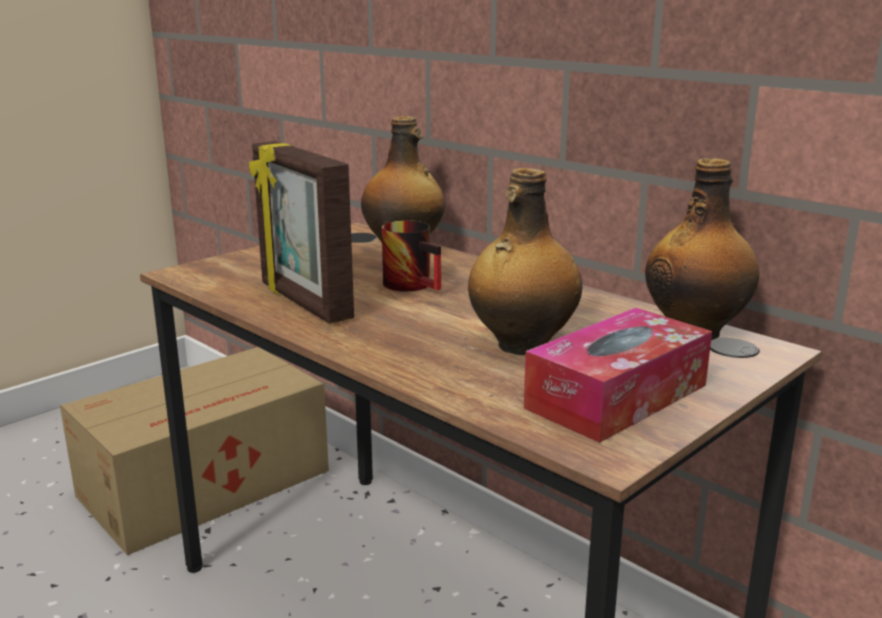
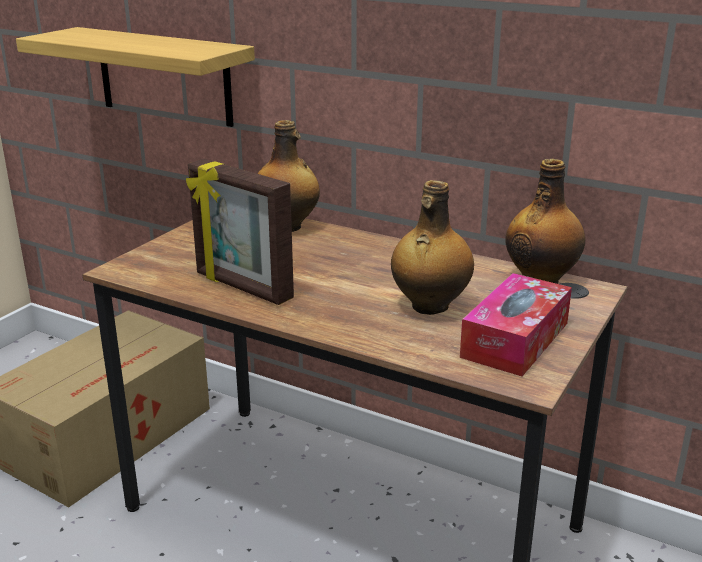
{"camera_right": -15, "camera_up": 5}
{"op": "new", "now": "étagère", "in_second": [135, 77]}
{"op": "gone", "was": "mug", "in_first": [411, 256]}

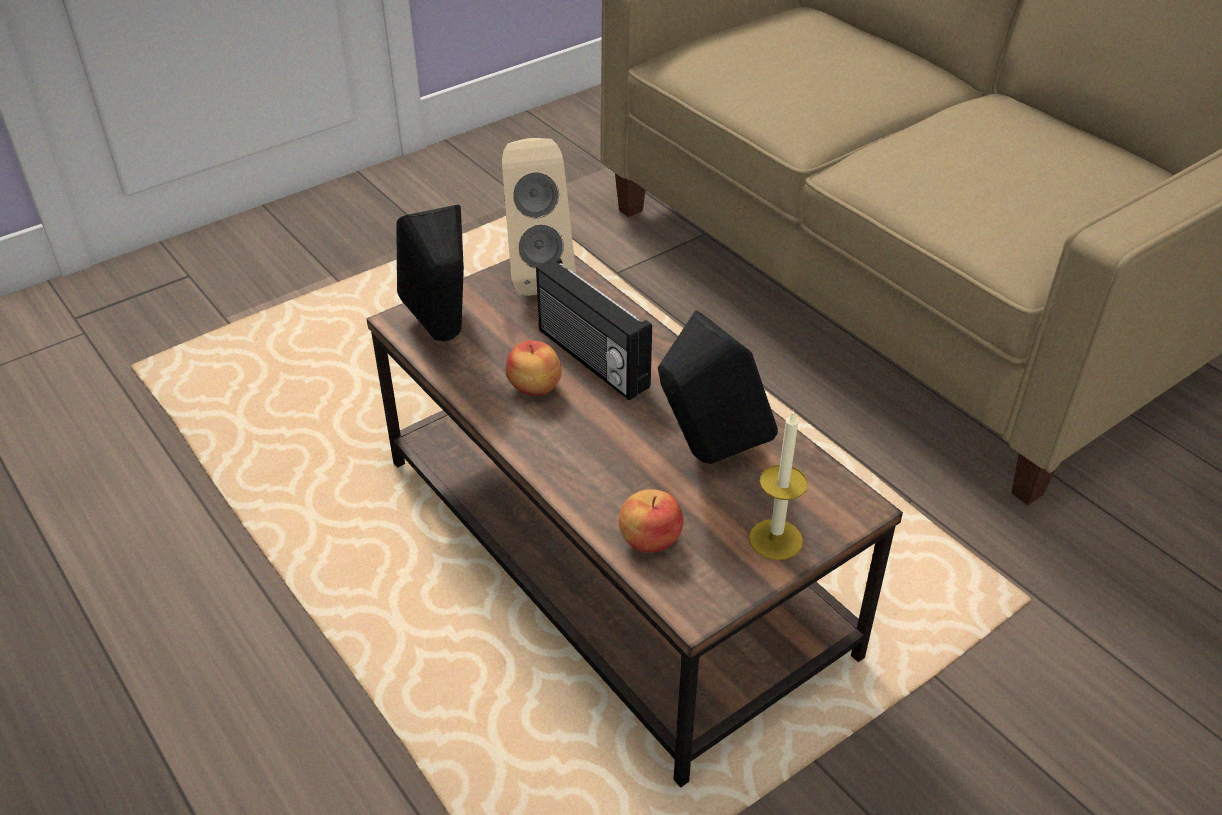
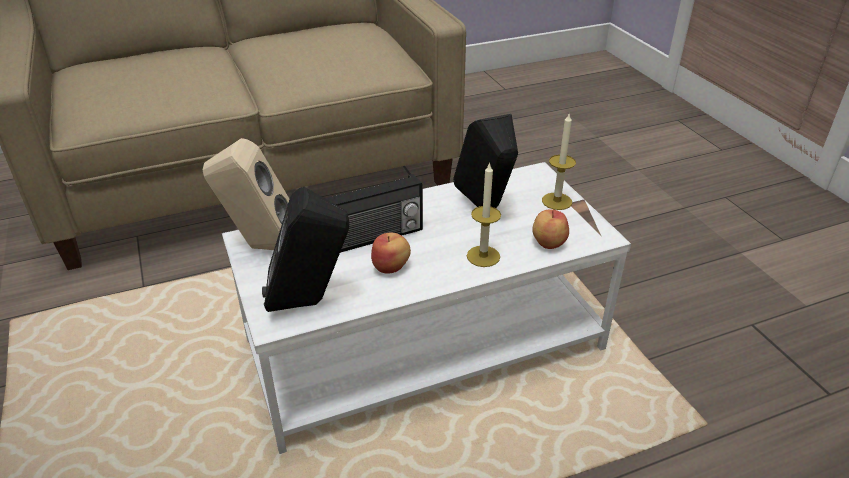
{"camera_right": -75, "camera_up": -5}
{"op": "repainted", "was": "table basse/marron", "now": "table basse/blanc", "in_first": [634, 520], "in_second": [426, 308]}
{"op": "new", "now": "bougie", "in_second": [484, 214]}

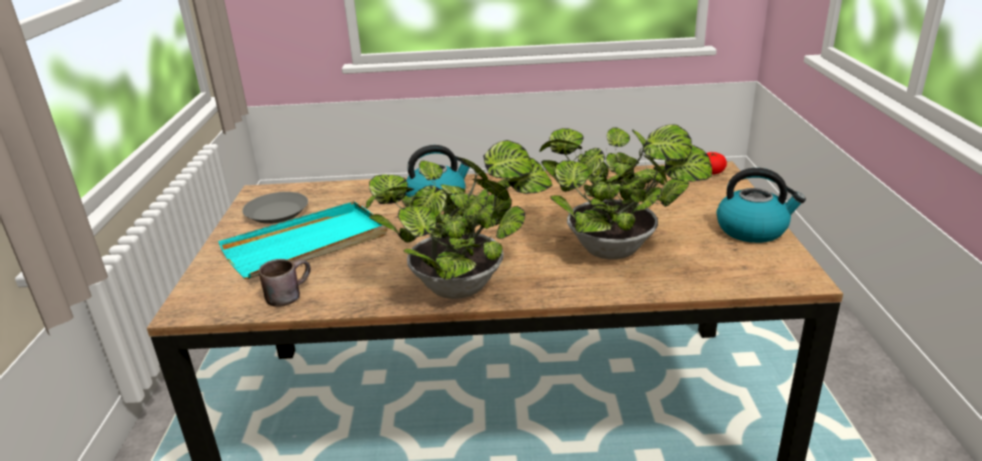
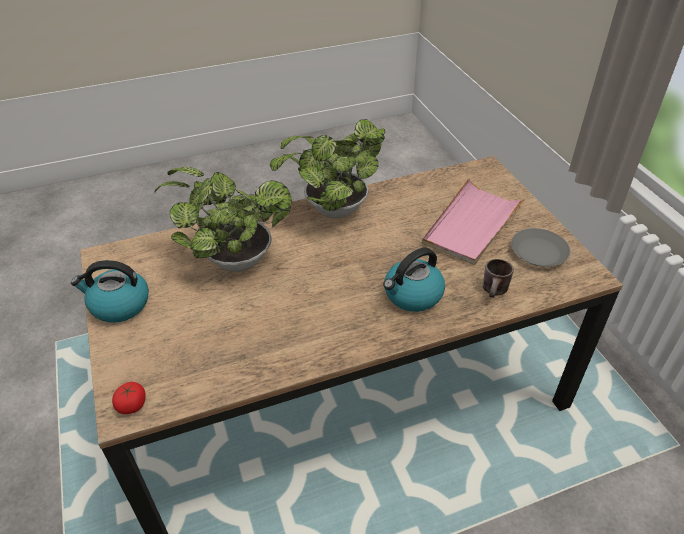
{"camera_right": 160, "camera_up": 15}
{"op": "repainted", "was": "plateau/turquoise", "now": "plateau/rose", "in_first": [303, 240], "in_second": [474, 221]}
{"op": "shifted", "was": "mug/marron", "in_first": [285, 283], "in_second": [498, 278]}

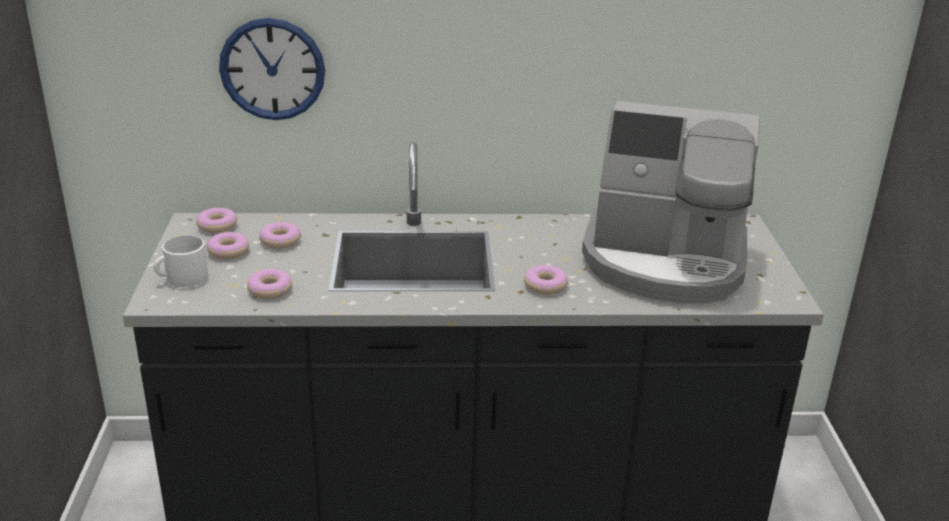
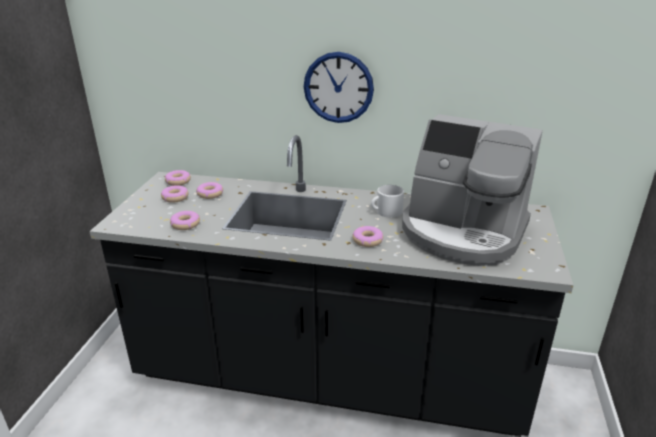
{"camera_right": 15, "camera_up": 0}
{"op": "shifted", "was": "horloge murale", "in_first": [272, 69], "in_second": [339, 87]}
{"op": "shifted", "was": "mug/blanc", "in_first": [181, 261], "in_second": [387, 201]}

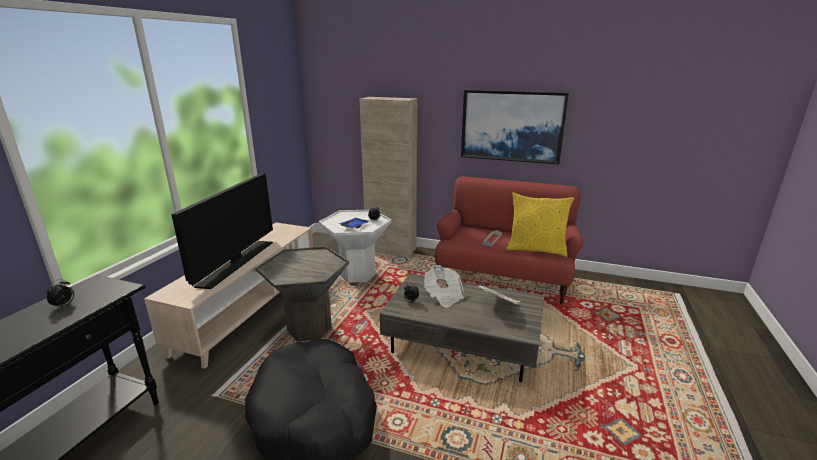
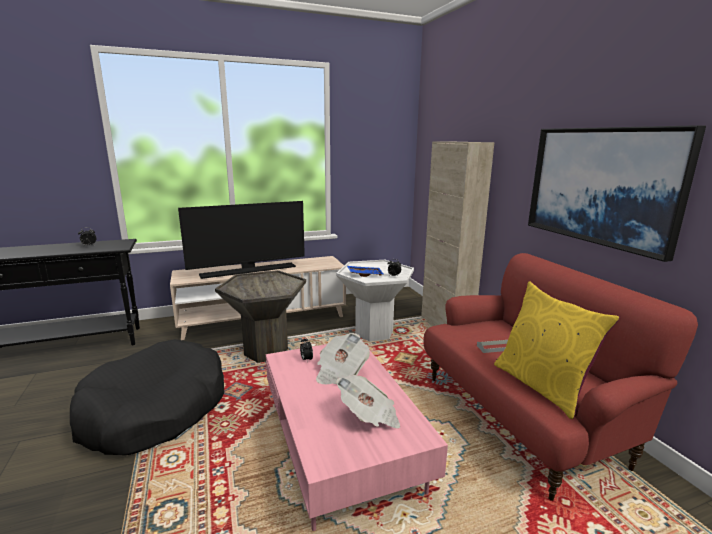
{"camera_right": 50, "camera_up": -5}
{"op": "repainted", "was": "table basse/gris", "now": "table basse/rose", "in_first": [462, 327], "in_second": [357, 436]}

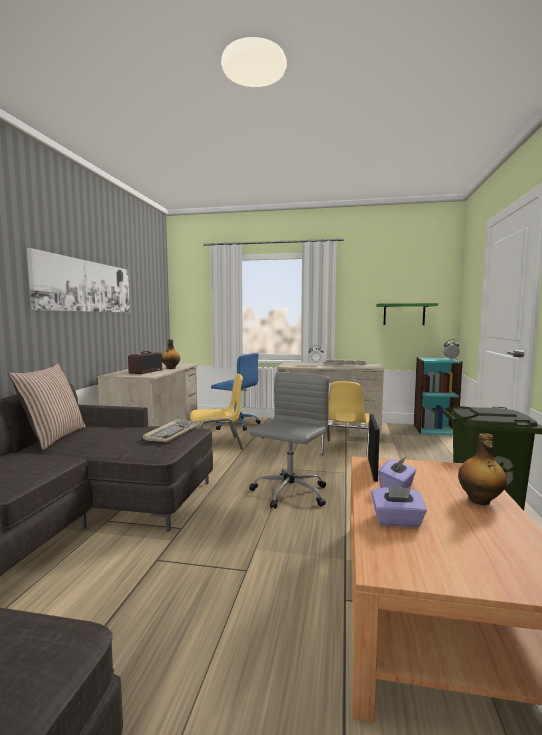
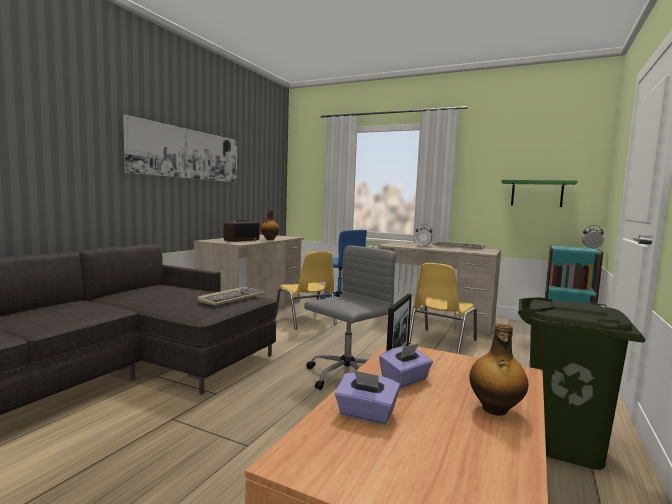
{"camera_right": 15, "camera_up": 0}
{"op": "rotated", "was": "chaise/jaune", "in_first": [216, 411], "in_second": [306, 290], "clockwise": 60}
{"op": "gone", "was": "coussin", "in_first": [47, 406]}

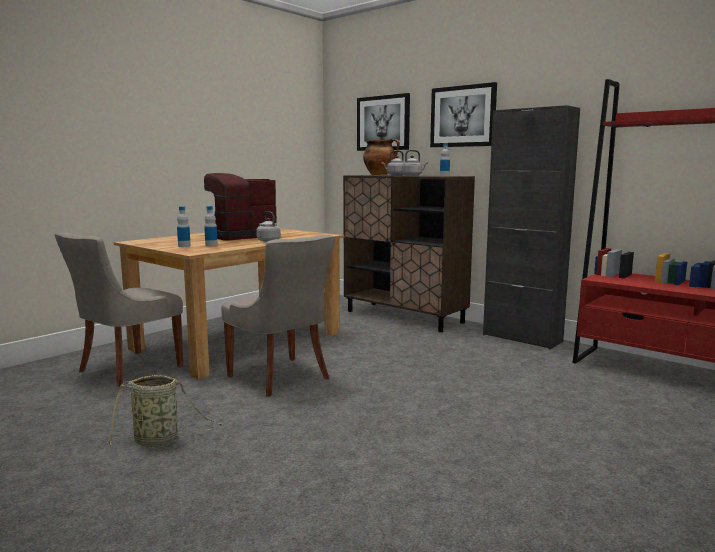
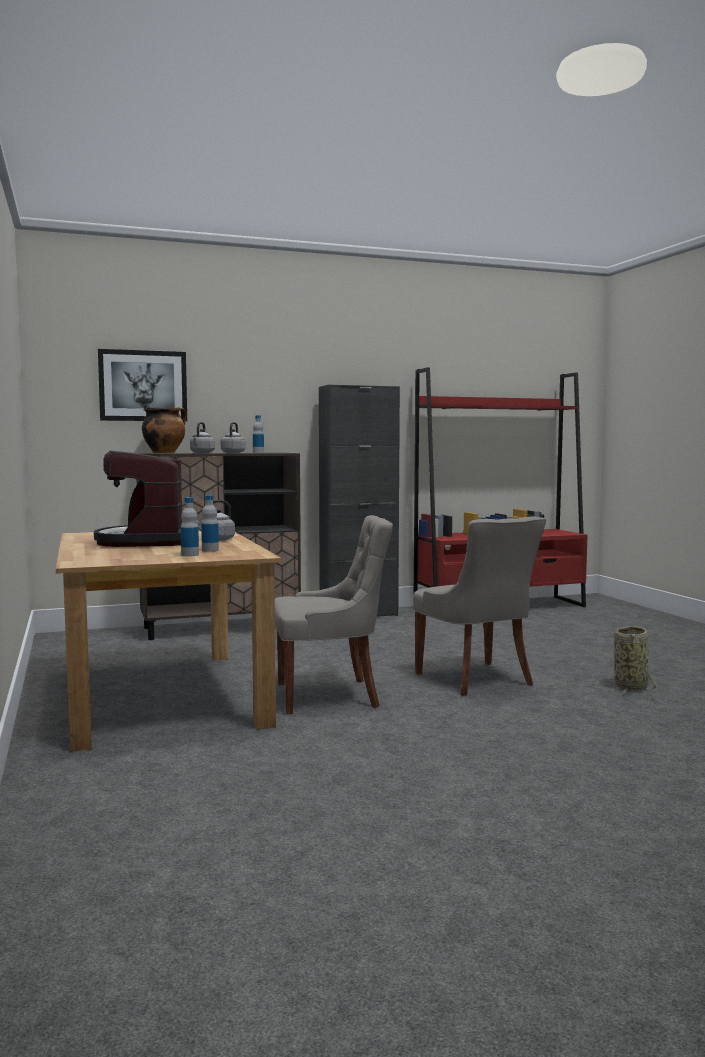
{"camera_right": -60, "camera_up": -5}
{"op": "shifted", "was": "chaise/gris", "in_first": [119, 309], "in_second": [479, 606]}
{"op": "shifted", "was": "panier", "in_first": [165, 411], "in_second": [637, 660]}
{"op": "gone", "was": "tableau", "in_first": [463, 114]}

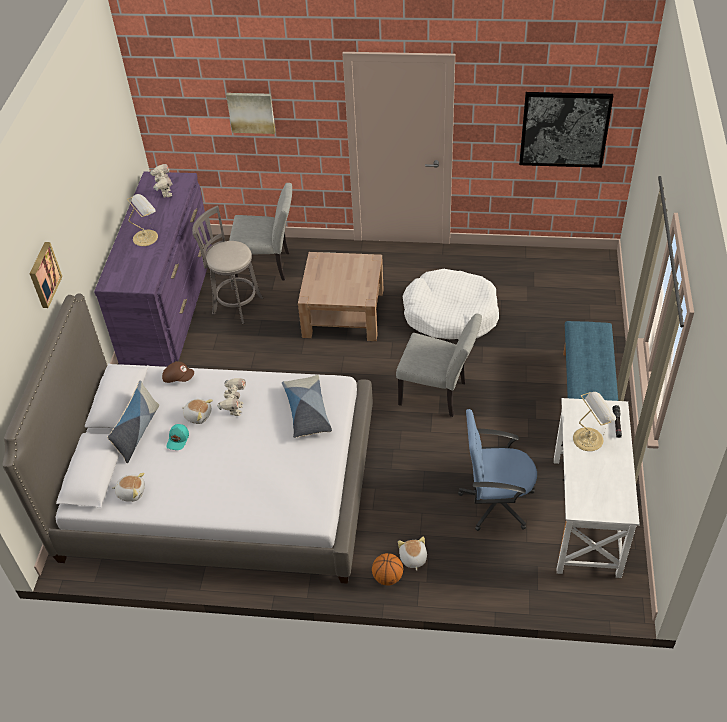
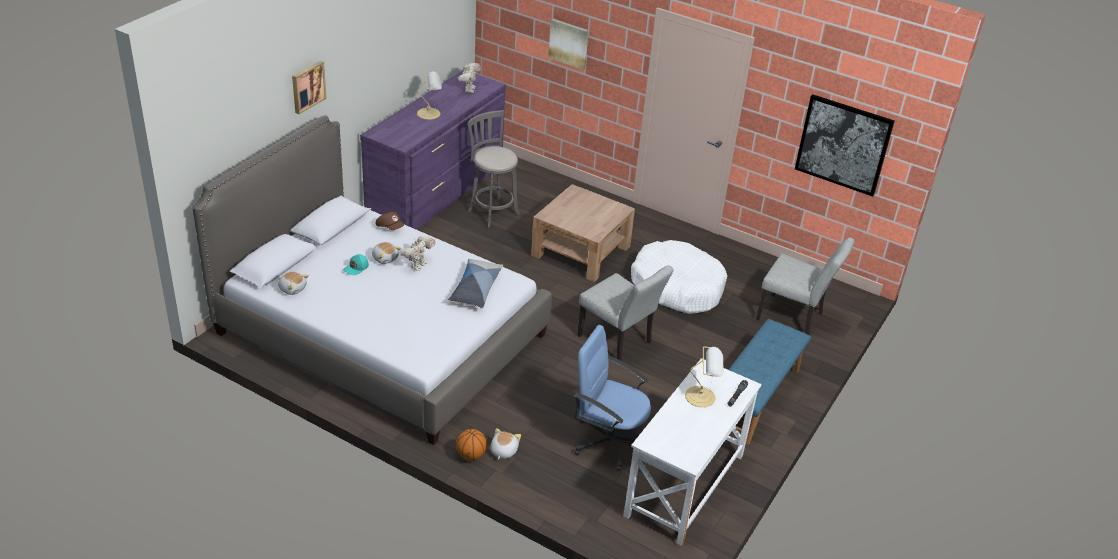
{"camera_right": 20, "camera_up": -10}
{"op": "shifted", "was": "chaise/gris", "in_first": [260, 231], "in_second": [805, 286]}
{"op": "gone", "was": "coussin", "in_first": [133, 421]}

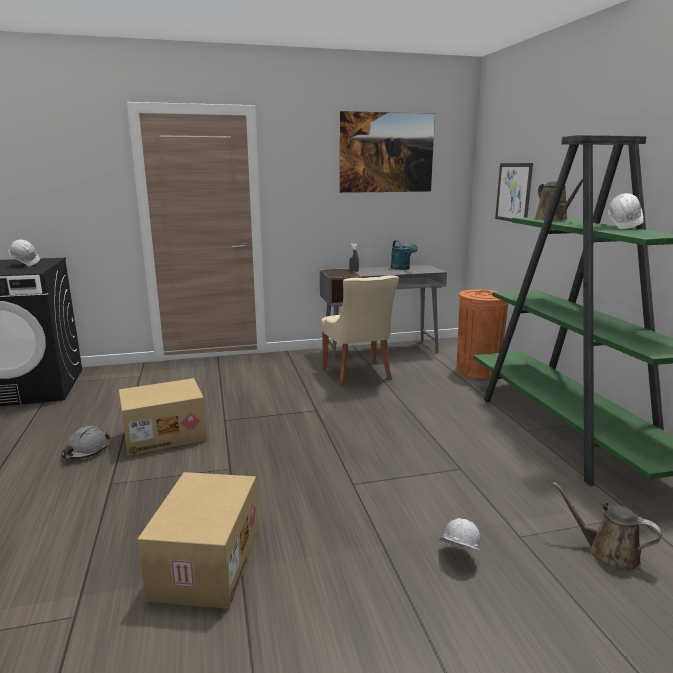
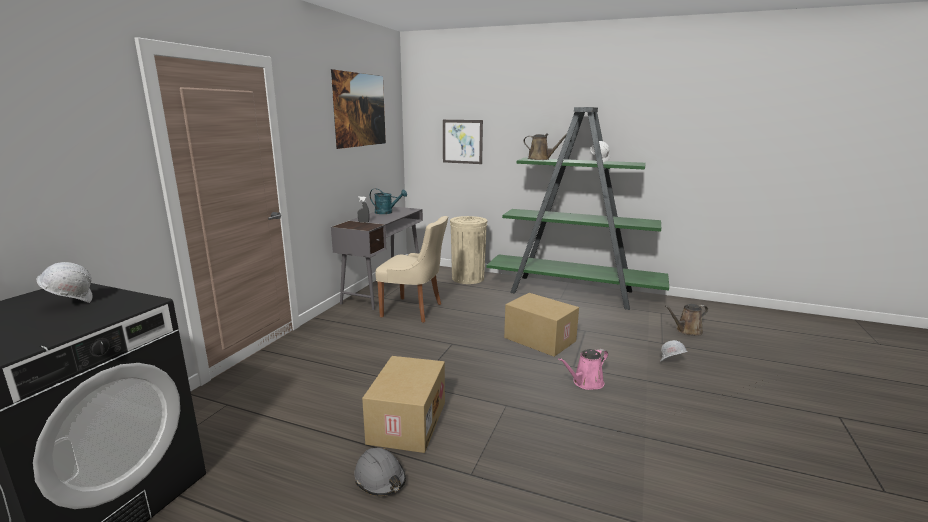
{"camera_right": -55, "camera_up": 0}
{"op": "repainted", "was": "poubelle/orange", "now": "poubelle/beige", "in_first": [483, 334], "in_second": [468, 250]}
{"op": "shifted", "was": "carton", "in_first": [198, 540], "in_second": [541, 325]}
{"op": "new", "now": "arrosoir/rose", "in_second": [583, 369]}

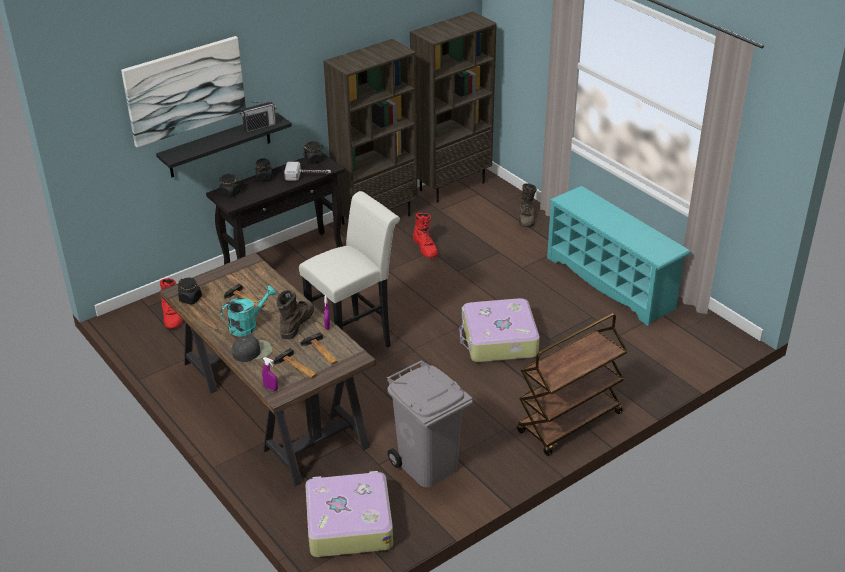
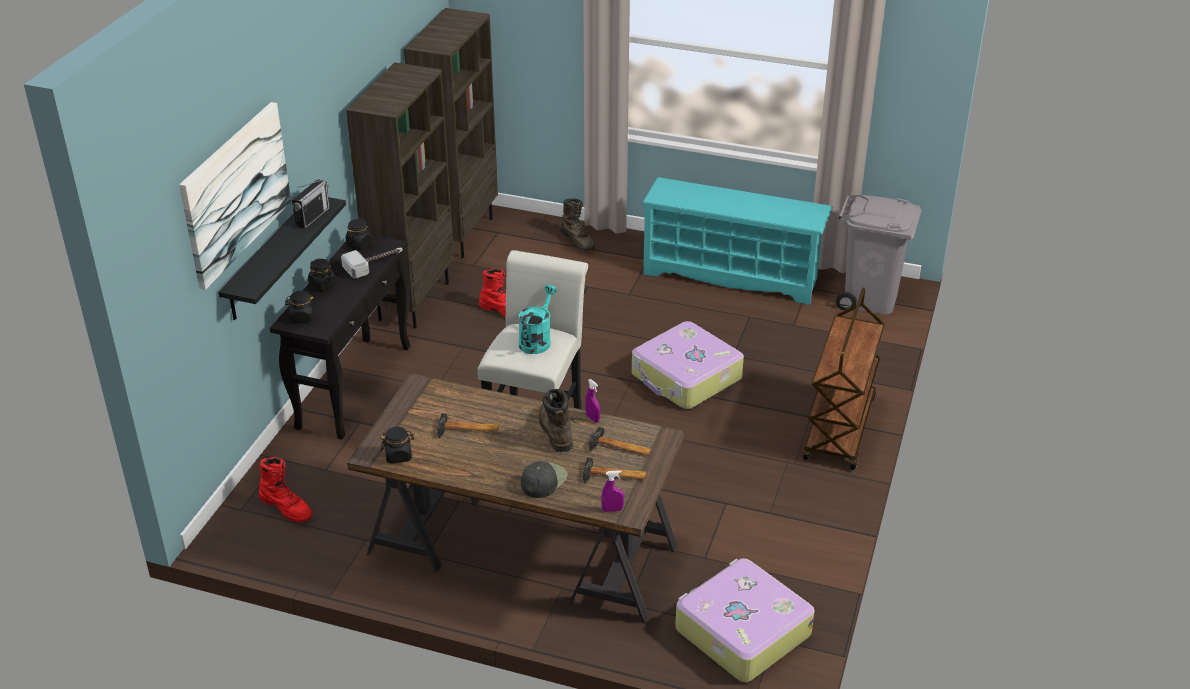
{"camera_right": -35, "camera_up": 0}
{"op": "shifted", "was": "arrosoir/turquoise", "in_first": [248, 311], "in_second": [538, 319]}
{"op": "shifted", "was": "poubelle/gris", "in_first": [429, 424], "in_second": [879, 254]}

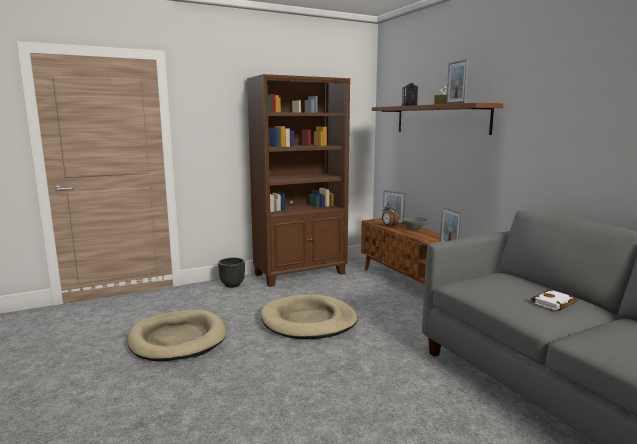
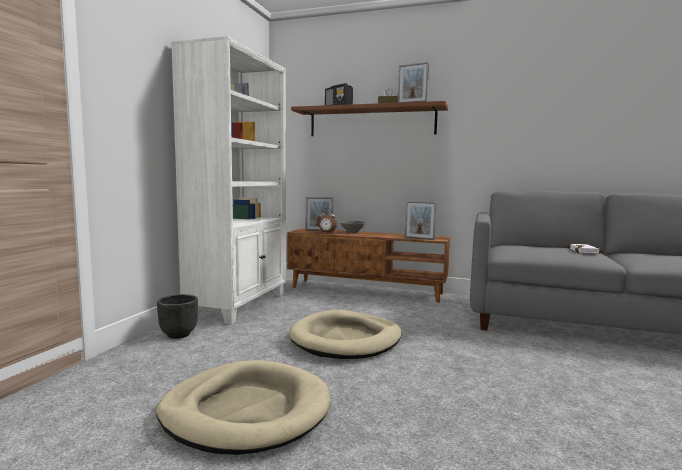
{"camera_right": -45, "camera_up": -5}
{"op": "repainted", "was": "bibliothèque/marron", "now": "bibliothèque/blanc", "in_first": [298, 180], "in_second": [228, 180]}

